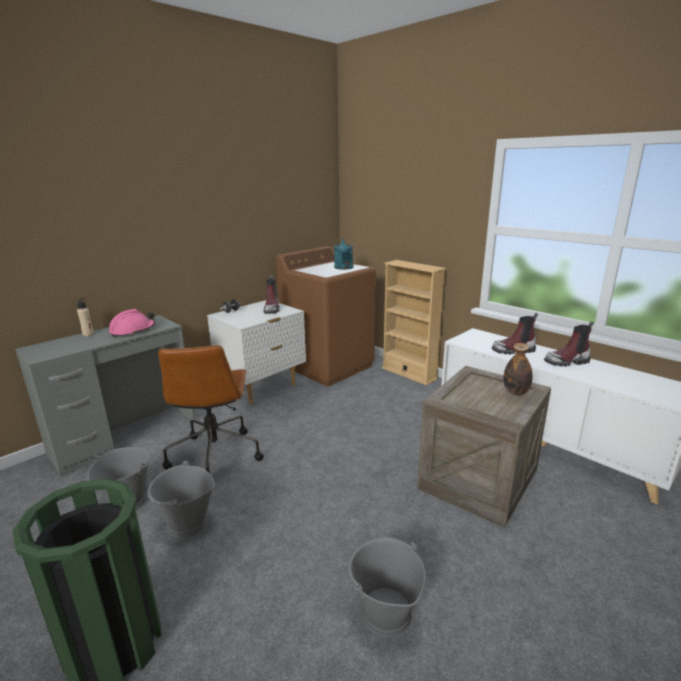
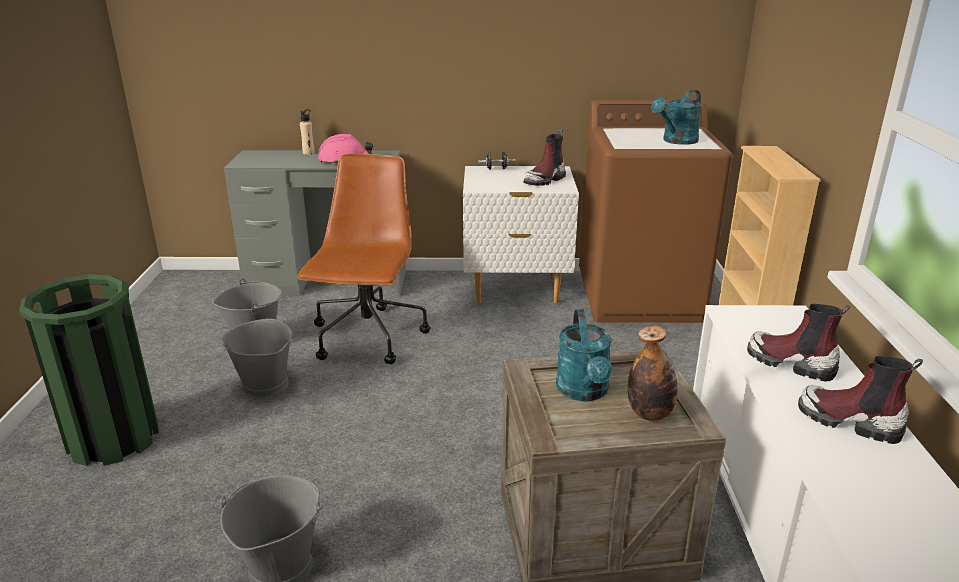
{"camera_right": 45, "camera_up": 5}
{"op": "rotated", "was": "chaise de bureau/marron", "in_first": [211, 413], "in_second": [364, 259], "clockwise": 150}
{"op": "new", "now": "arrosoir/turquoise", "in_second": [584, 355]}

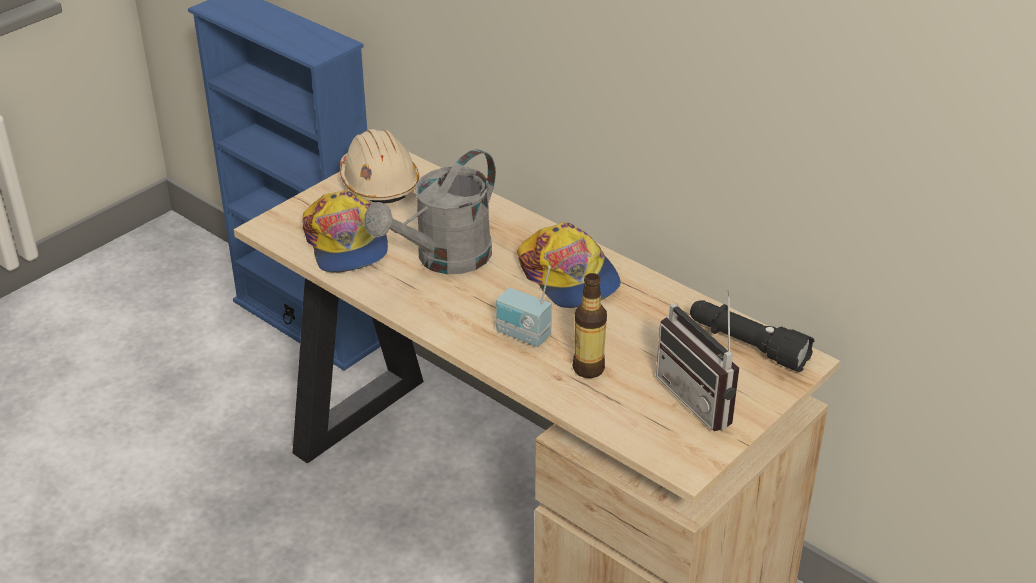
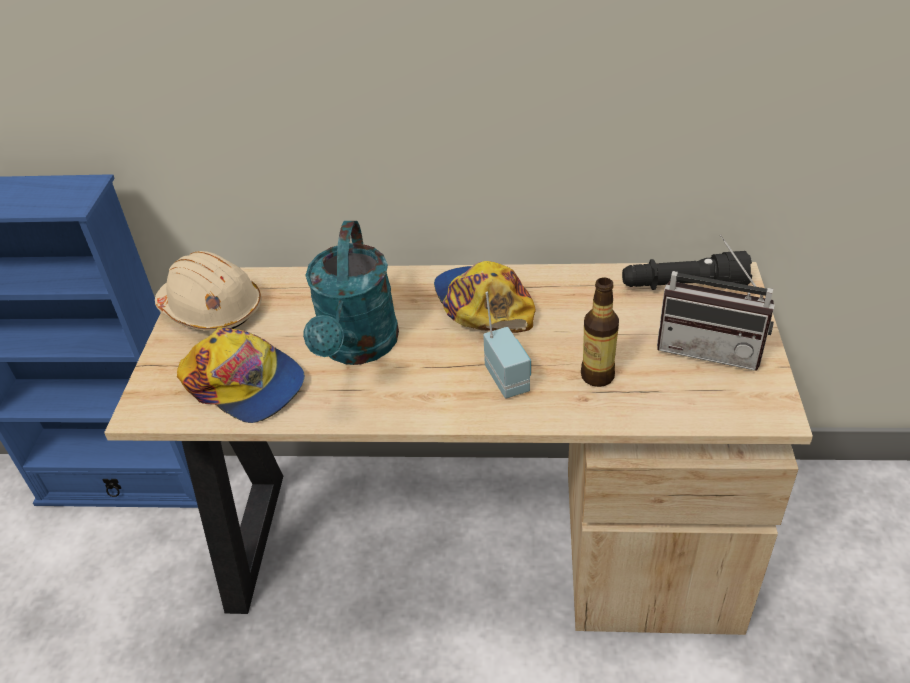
{"camera_right": -35, "camera_up": 5}
{"op": "repainted", "was": "arrosoir/gris", "now": "arrosoir/turquoise", "in_first": [430, 211], "in_second": [351, 293]}
{"op": "rotated", "was": "casquette", "in_first": [569, 265], "in_second": [485, 297], "clockwise": -135}
{"op": "rotated", "was": "radio", "in_first": [524, 306], "in_second": [507, 345], "clockwise": -105}

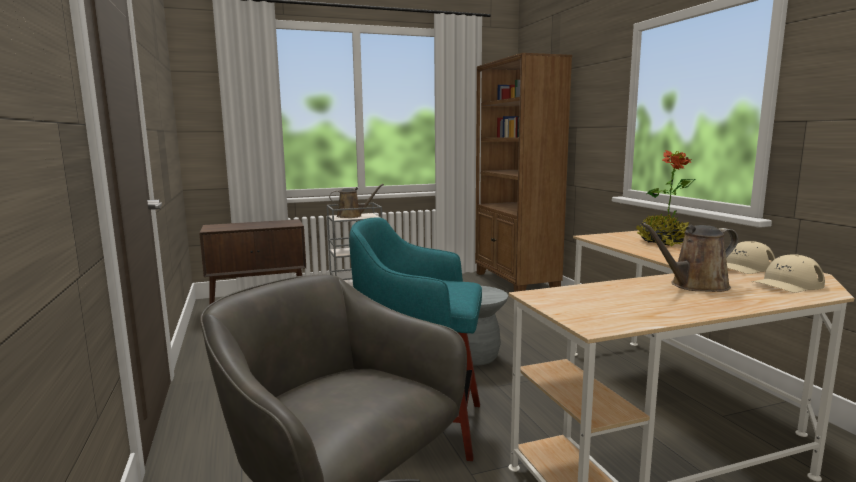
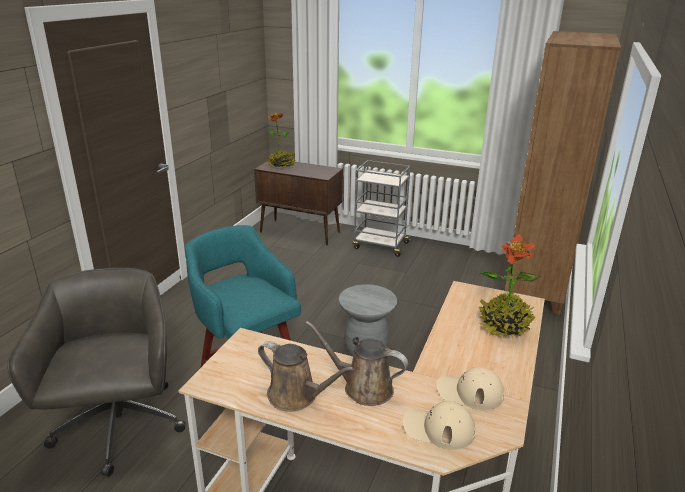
{"camera_right": 40, "camera_up": 15}
{"op": "shifted", "was": "arrosoir/marron", "in_first": [356, 201], "in_second": [306, 376]}
{"op": "new", "now": "plante en pot", "in_second": [280, 140]}

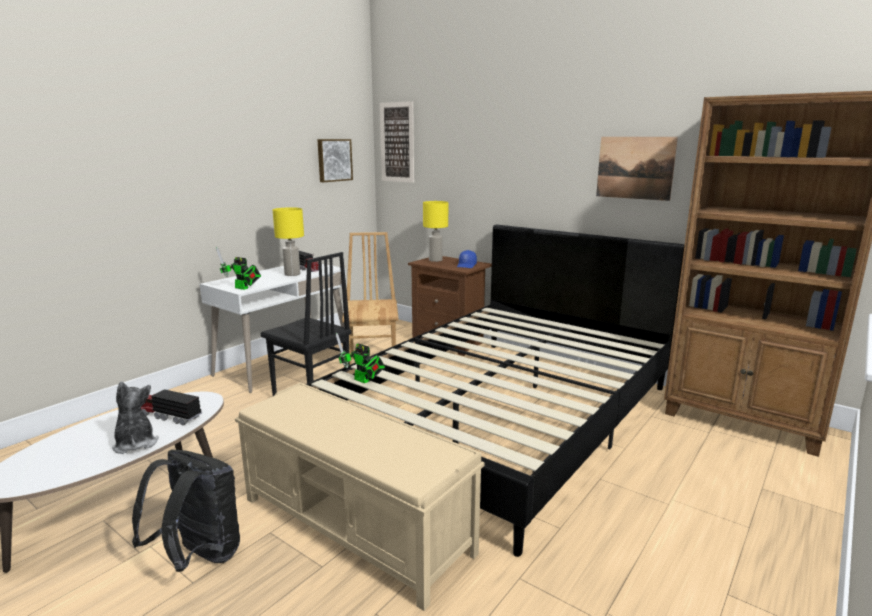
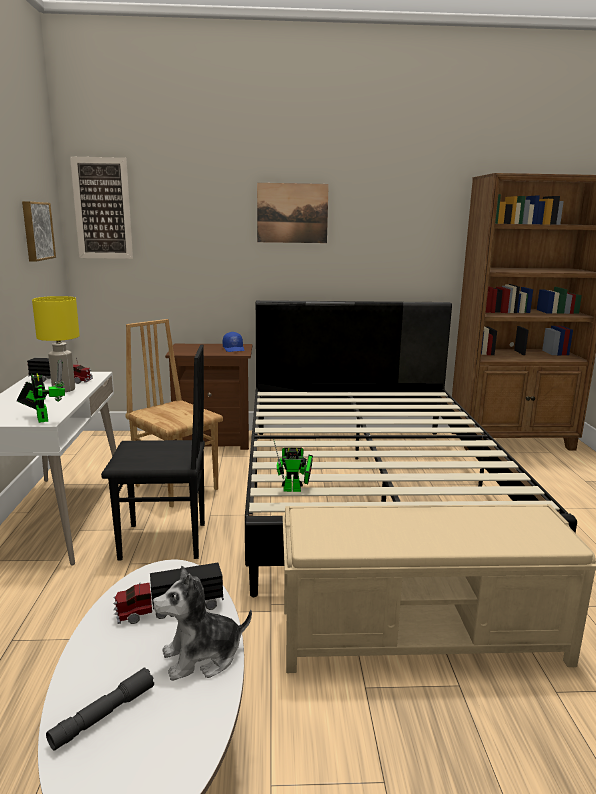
{"camera_right": -40, "camera_up": 0}
{"op": "rotated", "was": "robot jouet", "in_first": [238, 268], "in_second": [41, 391], "clockwise": -105}
{"op": "new", "now": "lampe de poche/gris", "in_second": [100, 709]}
{"op": "rotated", "was": "peluche", "in_first": [135, 418], "in_second": [202, 623], "clockwise": -45}
{"op": "shifted", "was": "tableau", "in_first": [637, 169], "in_second": [293, 213]}
{"op": "gone", "was": "sac à dos/noir", "in_first": [186, 511]}
{"op": "gone", "was": "lampe de table/jaune", "in_first": [435, 231]}

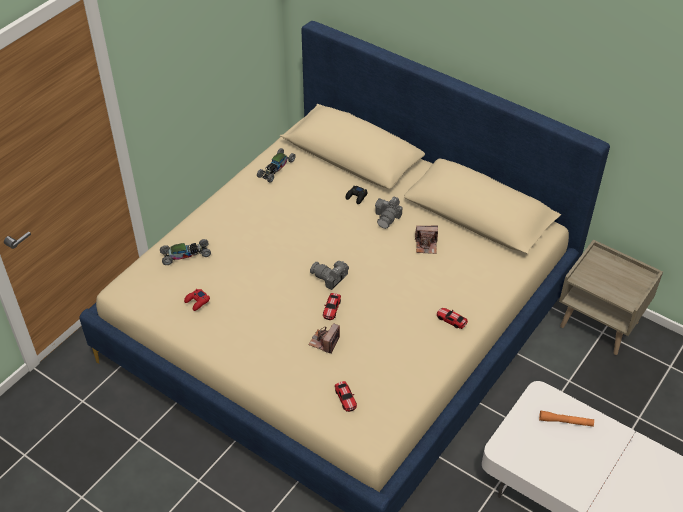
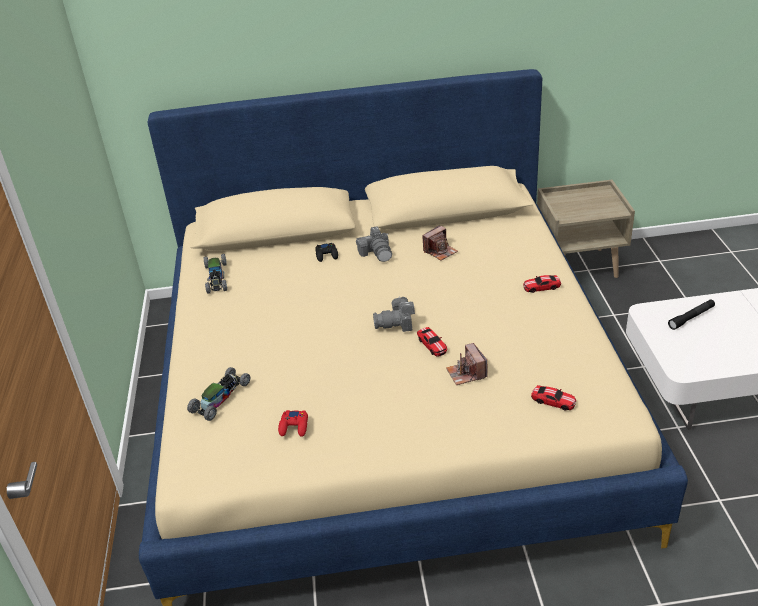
{"camera_right": -40, "camera_up": -10}
{"op": "repainted", "was": "lampe de poche/orange", "now": "lampe de poche/noir", "in_first": [566, 419], "in_second": [691, 314]}

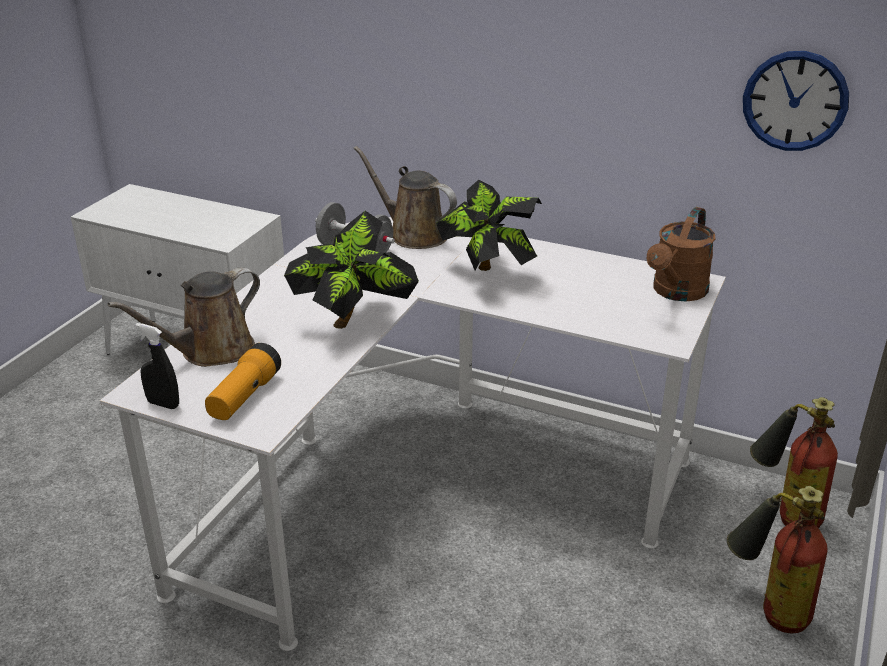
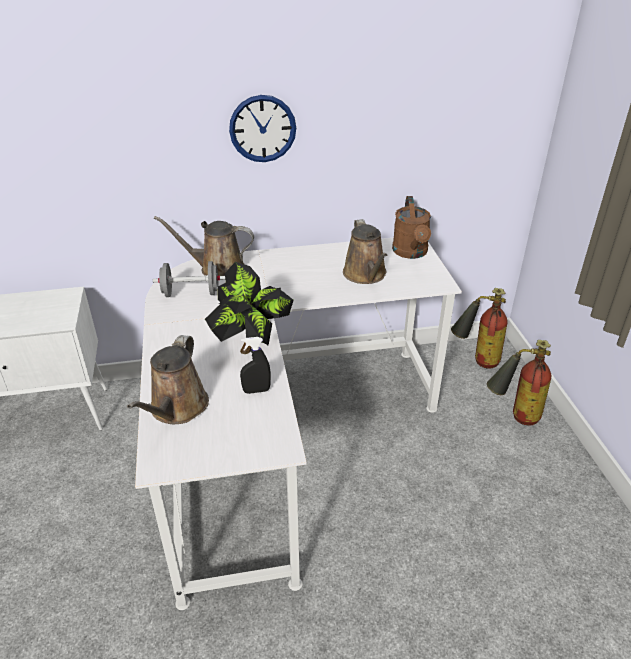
{"camera_right": -35, "camera_up": 5}
{"op": "shifted", "was": "horloge murale", "in_first": [796, 101], "in_second": [262, 128]}
{"op": "shifted", "was": "vaporisateur/noir", "in_first": [157, 366], "in_second": [255, 365]}
{"op": "new", "now": "arrosoir/marron", "in_second": [365, 251]}
{"op": "gone", "was": "lampe de poche", "in_first": [243, 381]}
{"op": "gone", "was": "plante en pot", "in_first": [489, 225]}

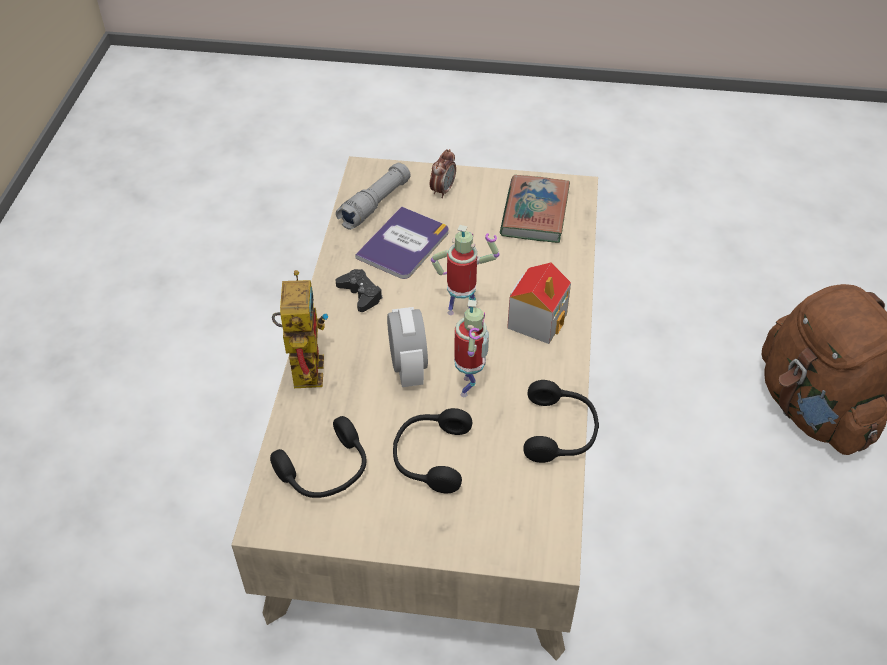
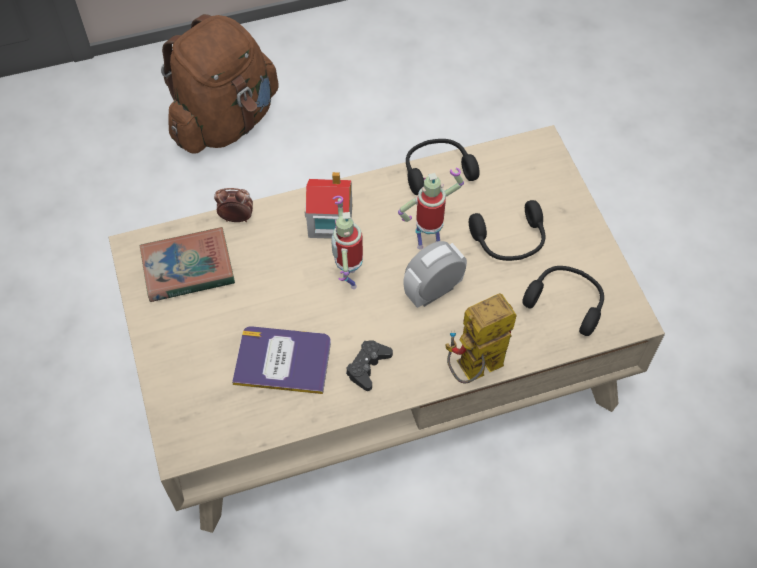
{"camera_right": -115, "camera_up": 10}
{"op": "shifted", "was": "réveil", "in_first": [443, 173], "in_second": [233, 205]}
{"op": "gone", "was": "lampe de poche/gris", "in_first": [373, 196]}

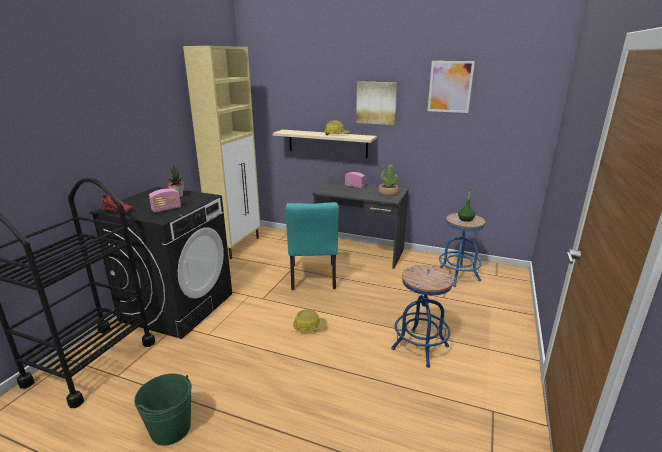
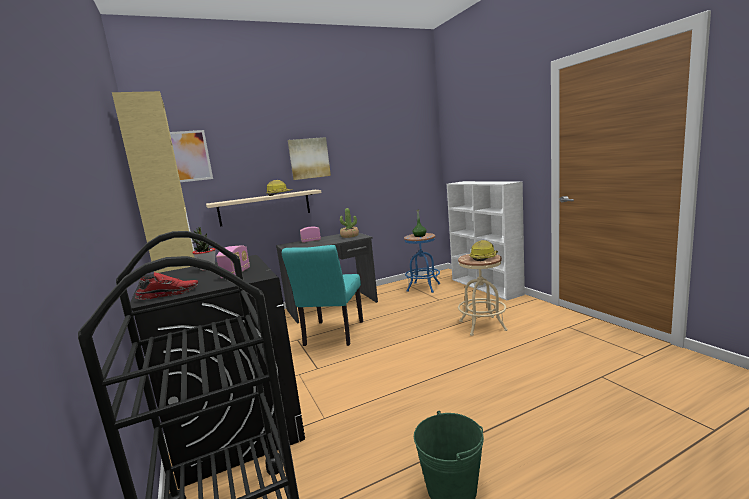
{"camera_right": -45, "camera_up": -10}
{"op": "shifted", "was": "tableau", "in_first": [451, 87], "in_second": [191, 156]}
{"op": "rotated", "was": "chaise/turquoise", "in_first": [312, 246], "in_second": [322, 295], "clockwise": 60}
{"op": "new", "now": "bibliothèque/blanc", "in_second": [486, 240]}
{"op": "repainted", "was": "tabouret/bleu", "now": "tabouret/beige", "in_first": [422, 316], "in_second": [483, 295]}
{"op": "shifted", "was": "casque de chantier", "in_first": [310, 321], "in_second": [484, 250]}

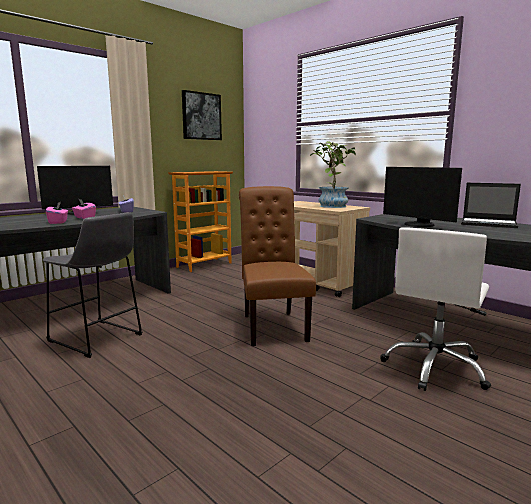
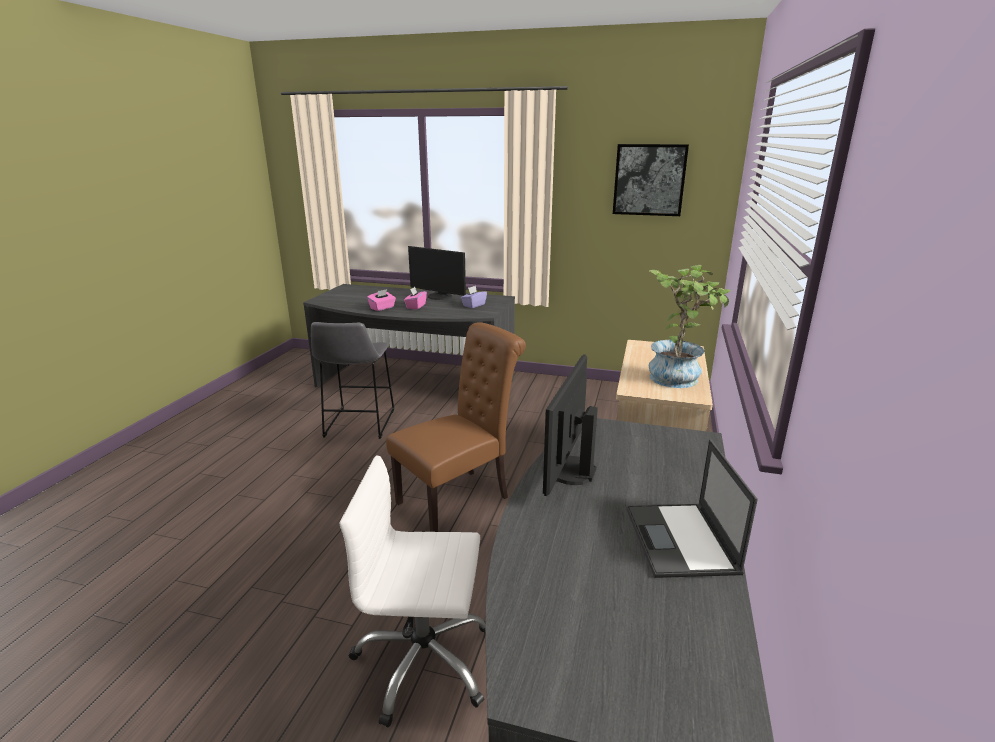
{"camera_right": 60, "camera_up": 10}
{"op": "gone", "was": "bibliothèque", "in_first": [200, 221]}

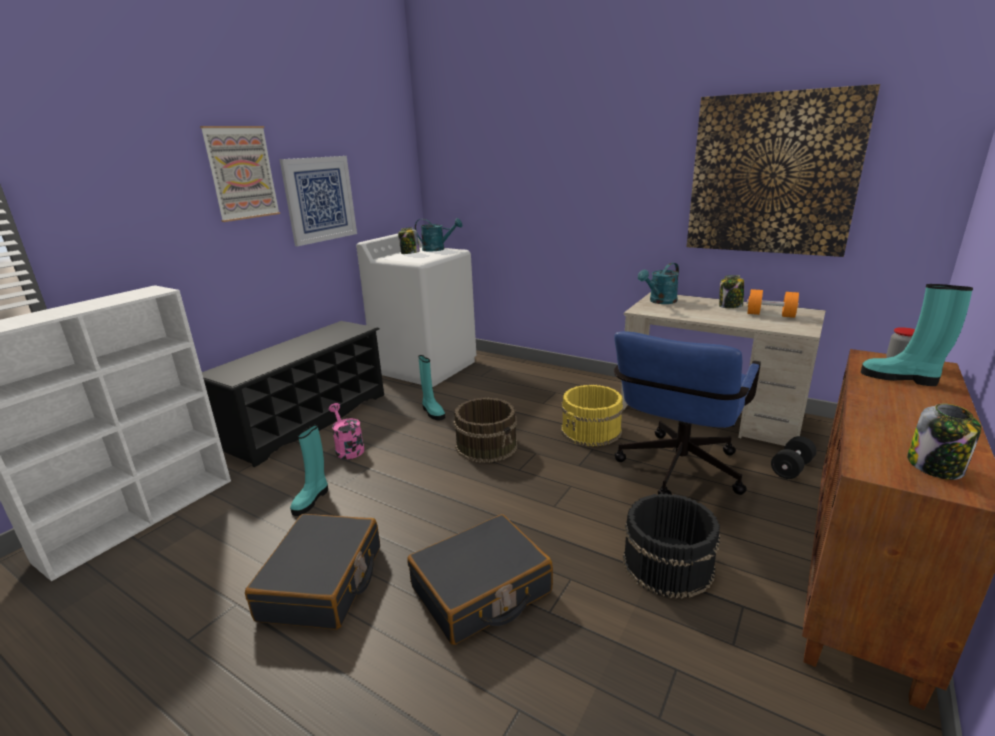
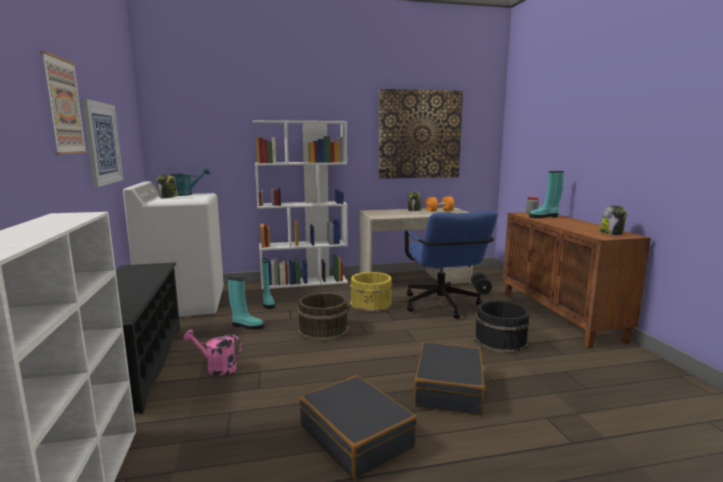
{"camera_right": -45, "camera_up": -10}
{"op": "new", "now": "bibliothèque/blanc", "in_second": [300, 204]}
{"op": "shifted", "was": "botte/turquoise", "in_first": [309, 470], "in_second": [268, 283]}
{"op": "gone", "was": "arrosoir/turquoise", "in_first": [658, 283]}

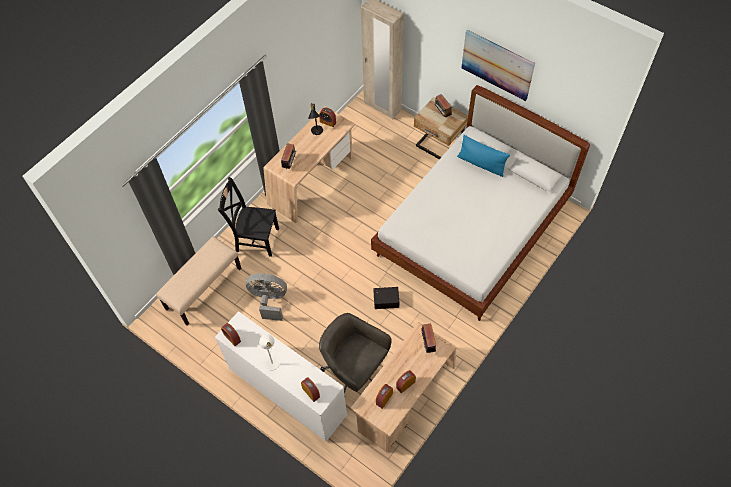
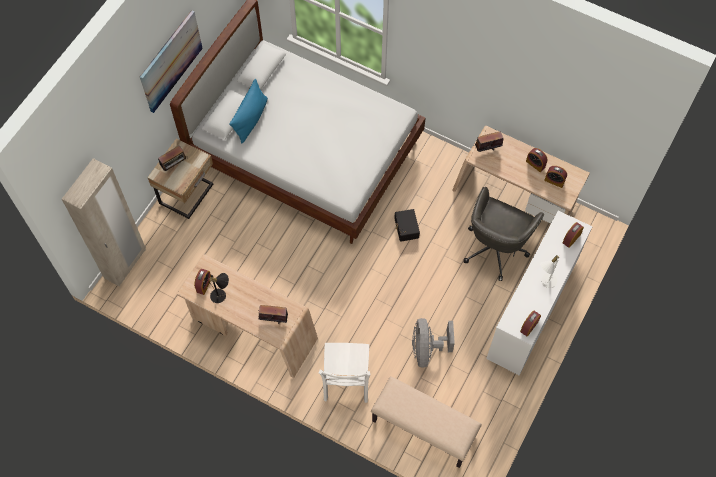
{"camera_right": -100, "camera_up": 5}
{"op": "repainted", "was": "chaise/noir", "now": "chaise/blanc", "in_first": [248, 217], "in_second": [344, 373]}

